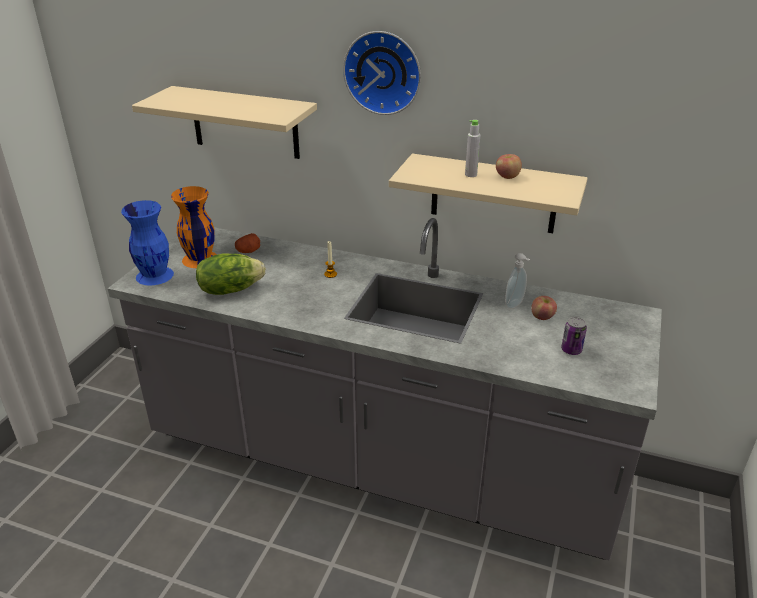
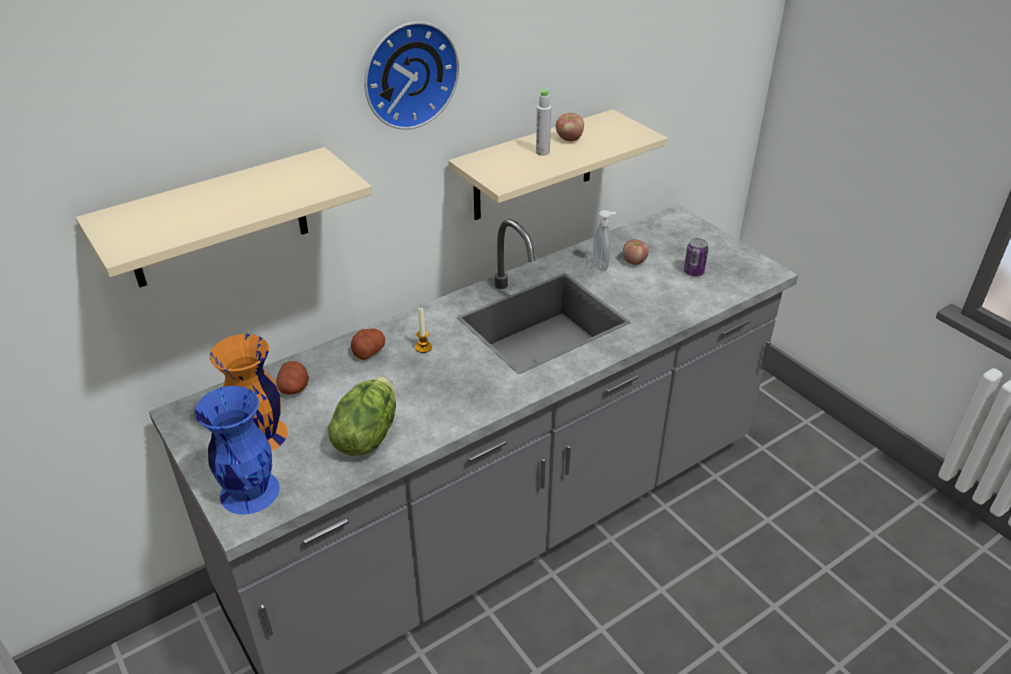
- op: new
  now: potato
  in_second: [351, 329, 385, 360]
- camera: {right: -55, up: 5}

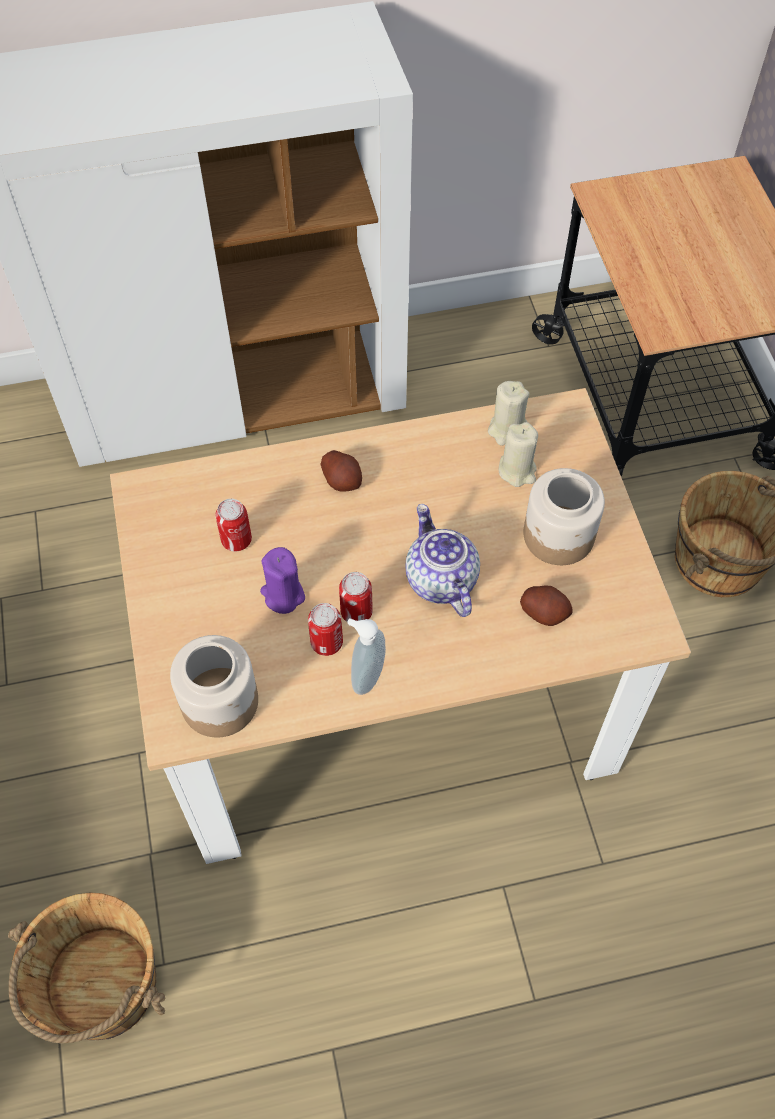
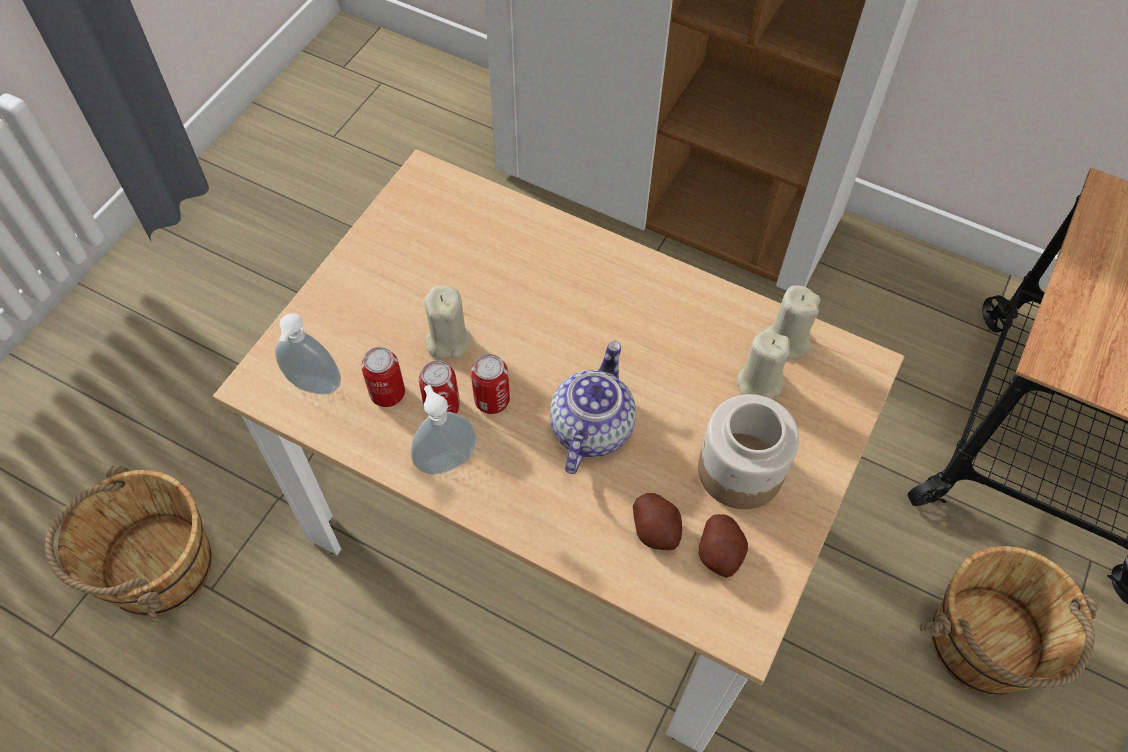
- op: swapped
  was: storage jar
  now: soap bottle
  in_first: [170, 635, 258, 737]
  in_second: [275, 313, 341, 395]
- op: shifted
  was: sealed can
  in_first: [215, 499, 252, 551]
  in_second: [361, 347, 405, 407]
- op: repainted
  was: purplish wax candle
  now: beige wax candle
  in_first: [260, 547, 305, 614]
  in_second: [424, 285, 471, 359]
- op: shifted
  was: potato
  in_first: [320, 450, 362, 492]
  in_second: [699, 514, 748, 578]
- camera: {right: 40, up: 0}

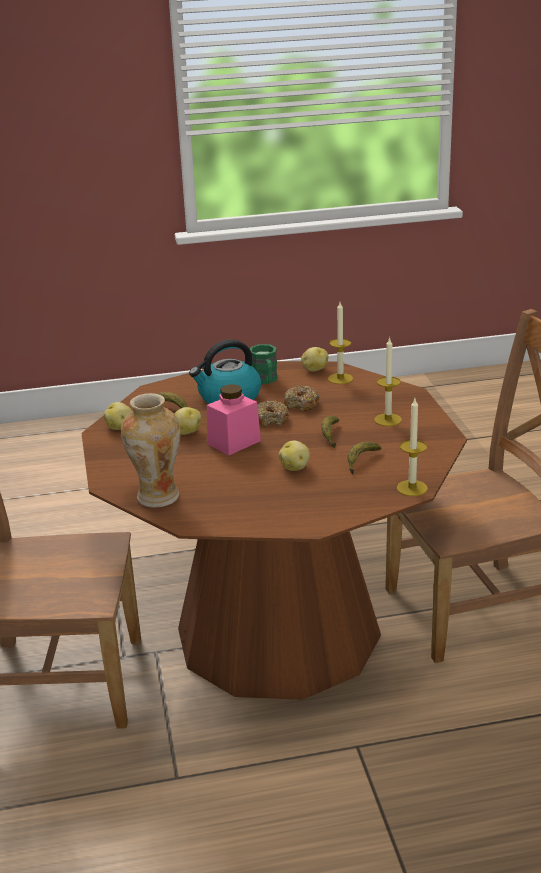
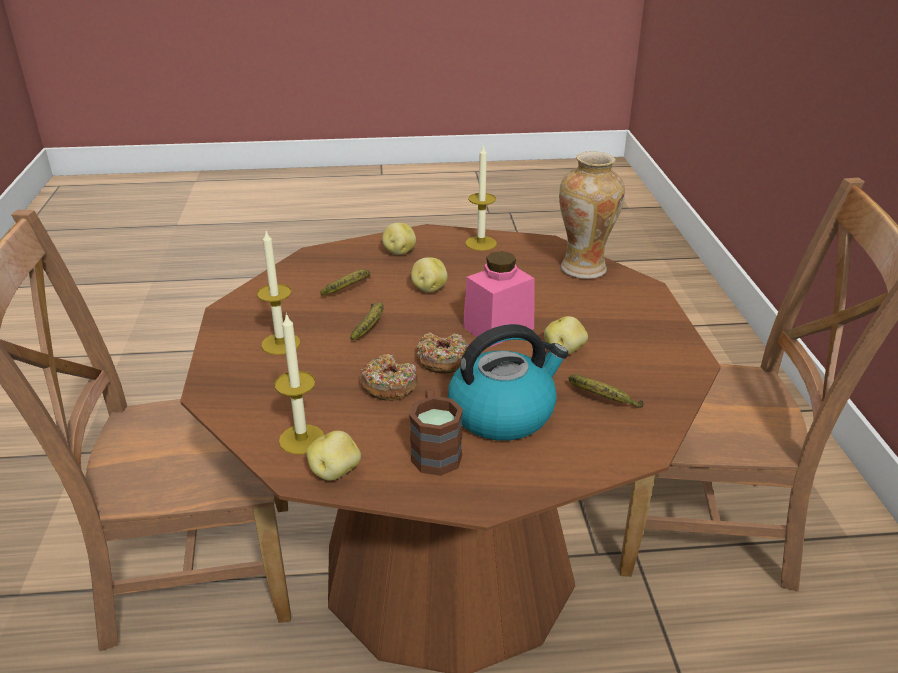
- op: shifted
  was: potato
  in_first: [104, 402, 132, 430]
  in_second: [382, 223, 416, 255]
- op: repainted
  was: green-coloured coffee mug
  now: brown coffee mug
  in_first: [250, 344, 278, 384]
  in_second: [409, 389, 463, 476]
- op: shifted
  was: wax candle
  in_first: [397, 399, 428, 496]
  in_second: [465, 144, 497, 251]
- camera: {right: -175, up: 5}

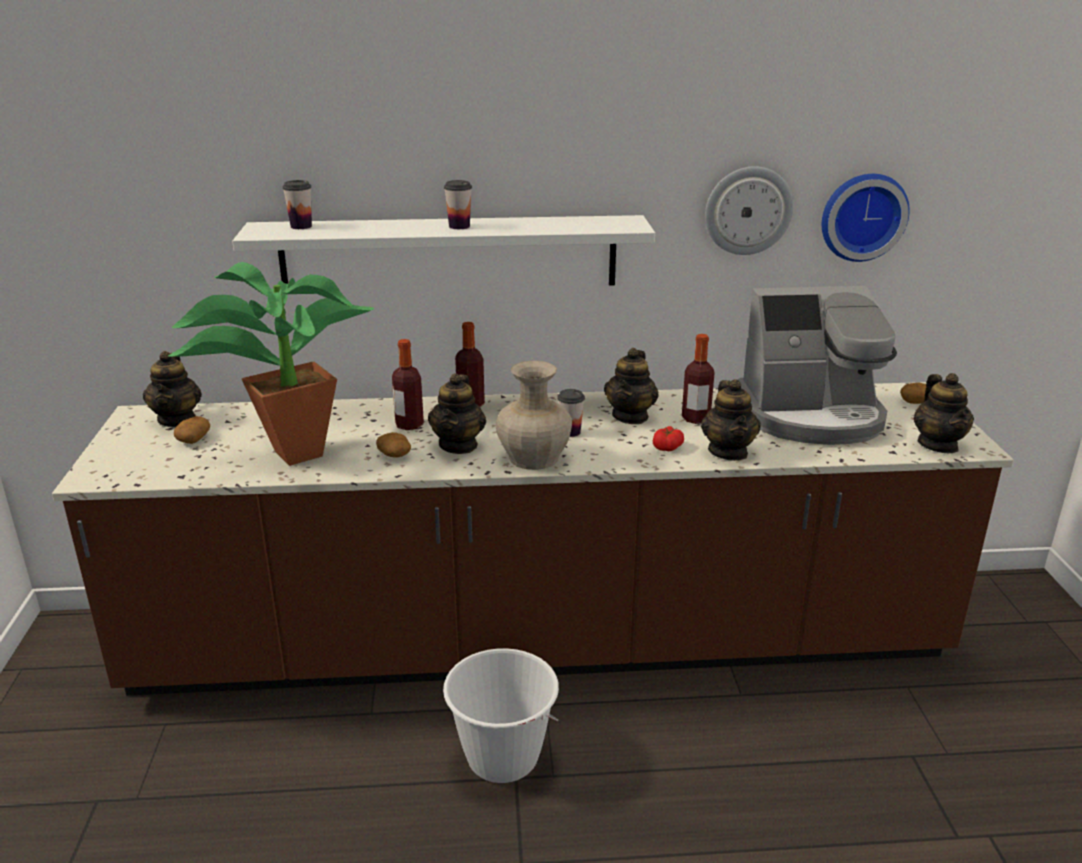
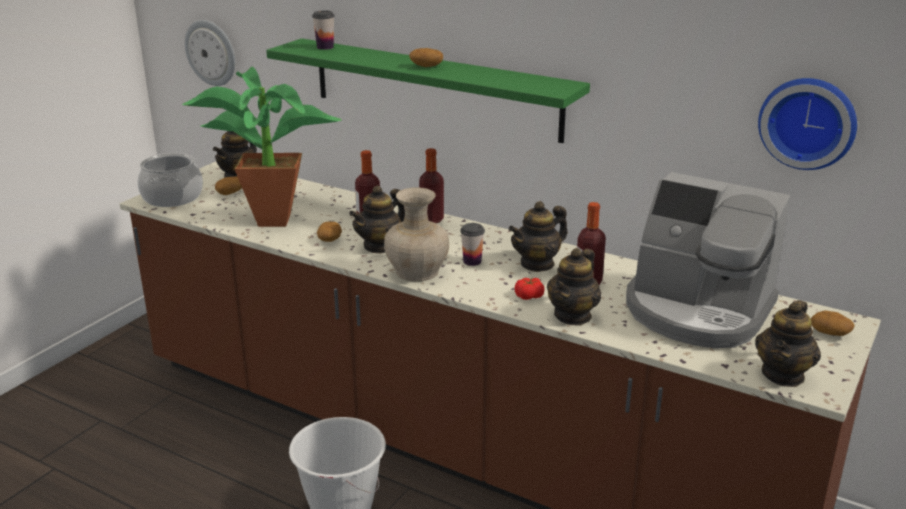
- op: new
  now: cooking pot
  in_second: [137, 153, 203, 207]
- op: shifted
  was: clock on the wall
  in_first: [705, 166, 793, 255]
  in_second: [185, 20, 235, 86]
- op: repainted
  was: white-coloured shelf
  now: green-coloured shelf
  in_first: [232, 215, 655, 285]
  in_second: [266, 38, 590, 143]
- op: swapped
  was: drinking cup
  now: potato
  in_first: [444, 180, 472, 229]
  in_second: [409, 48, 443, 67]
- camera: {right: 35, up: 0}

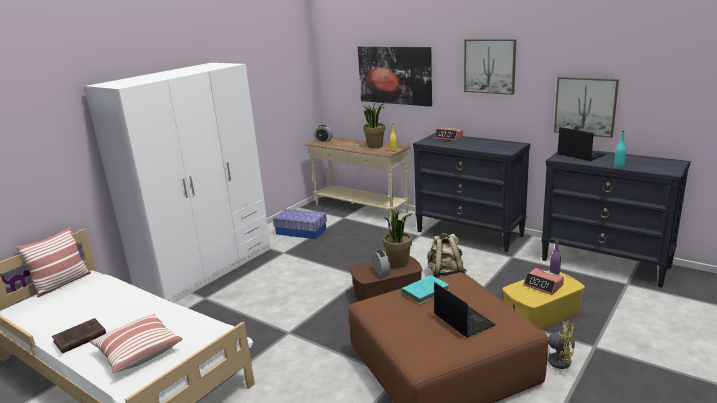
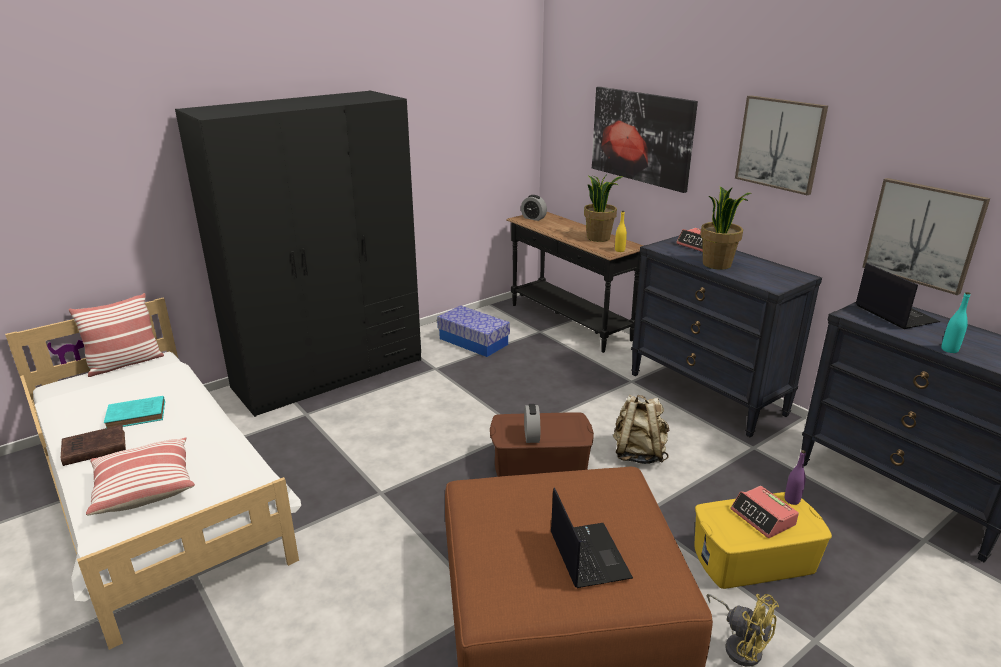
- op: shifted
  was: turquoise bound book
  in_first: [401, 275, 449, 304]
  in_second: [104, 396, 165, 428]
- op: repainted
  was: white-coloured armoire
  now: black armoire
  in_first: [84, 63, 270, 303]
  in_second: [175, 91, 421, 417]
- op: repainted
  was: beige hall table
  now: black hall table
  in_first: [305, 137, 410, 221]
  in_second: [506, 212, 643, 353]
- op: shifted
  was: houseplant
  in_first: [383, 208, 412, 268]
  in_second: [700, 186, 751, 270]
- camera: {right: 15, up: 5}

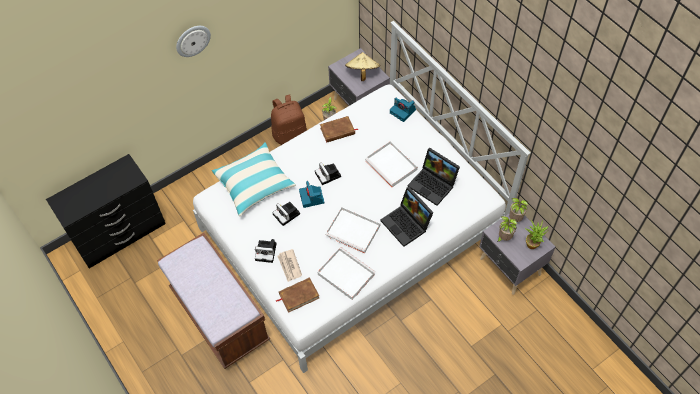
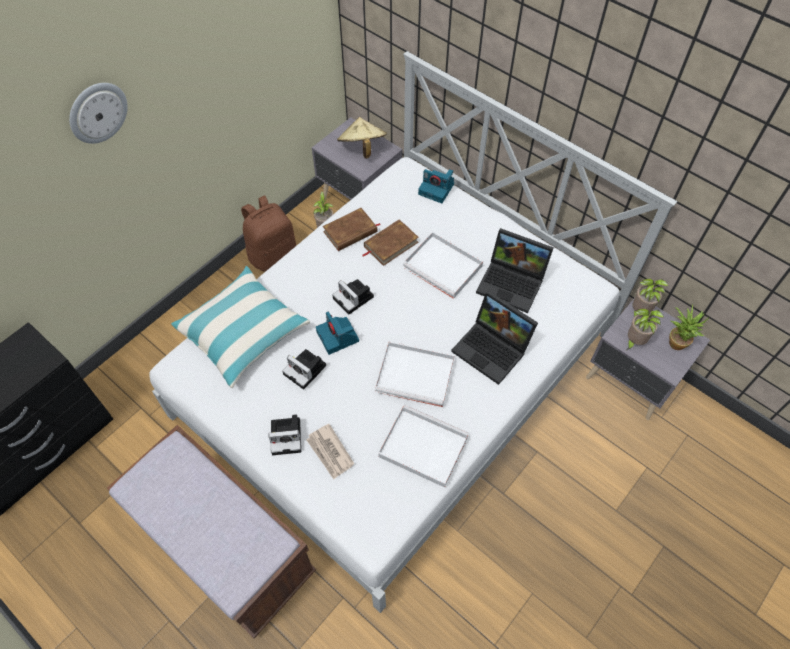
- op: shifted
  was: brown bound book
  in_first: [275, 277, 319, 313]
  in_second: [362, 219, 419, 266]
- camera: {right: -15, up: 0}

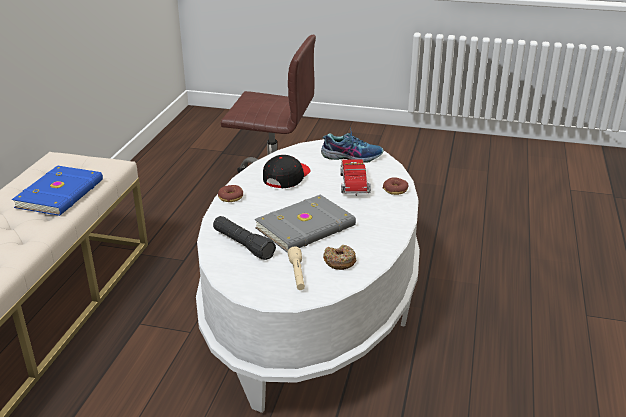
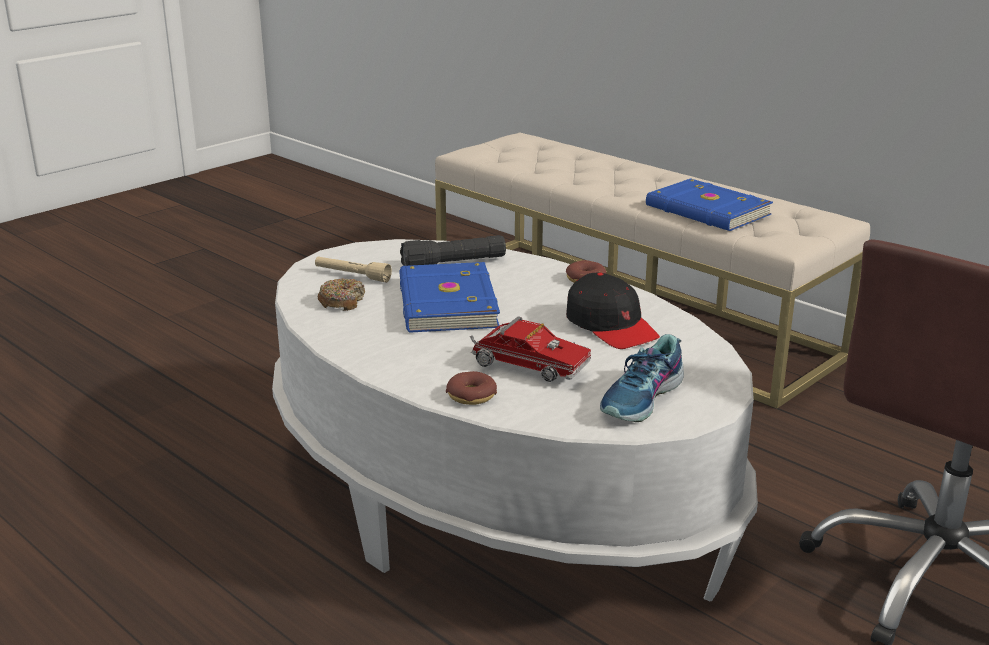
- op: repainted
  was: grey bound book
  now: blue bound book
  in_first: [255, 195, 356, 253]
  in_second: [399, 262, 500, 333]
- camera: {right: 120, up: -5}

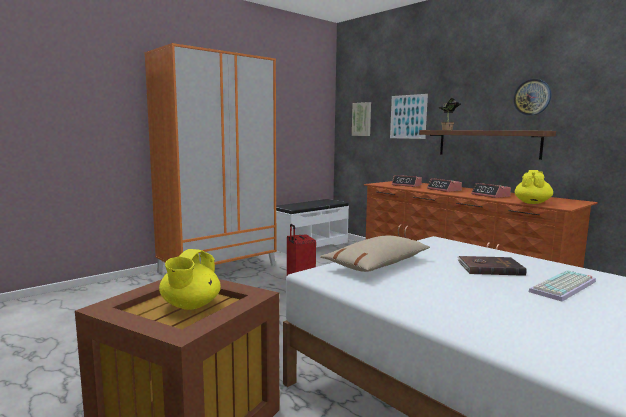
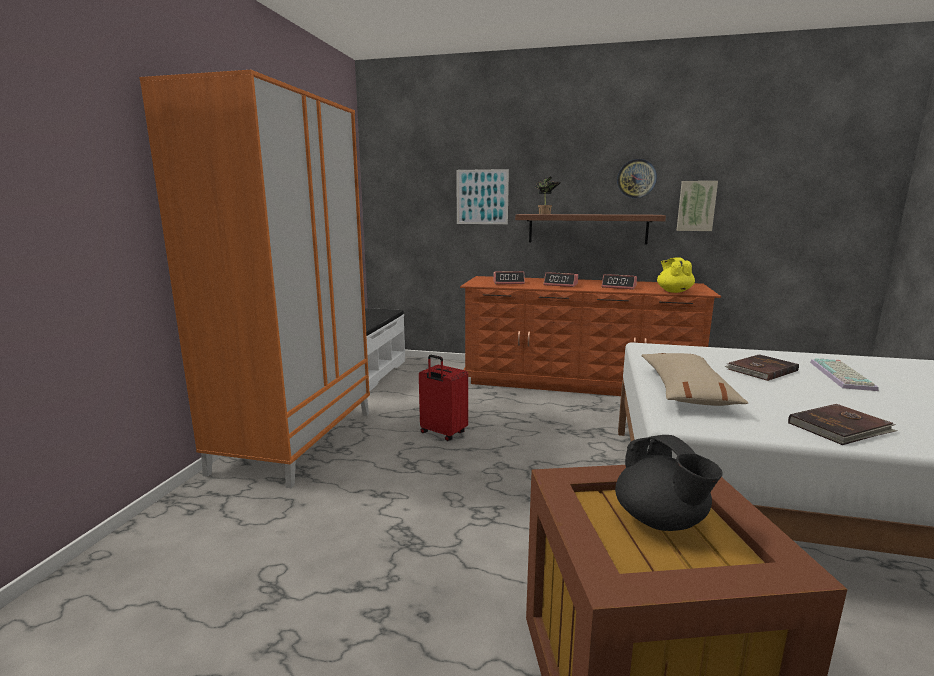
- op: repainted
  was: yellowish pot for tea
  now: black pot for tea
  in_first: [159, 249, 221, 310]
  in_second: [615, 435, 723, 531]
- op: shifted
  was: picture
  in_first: [352, 102, 371, 136]
  in_second: [676, 181, 718, 231]
- op: new
  now: brown bound book
  in_second: [788, 404, 898, 445]
- camera: {right: -35, up: 5}

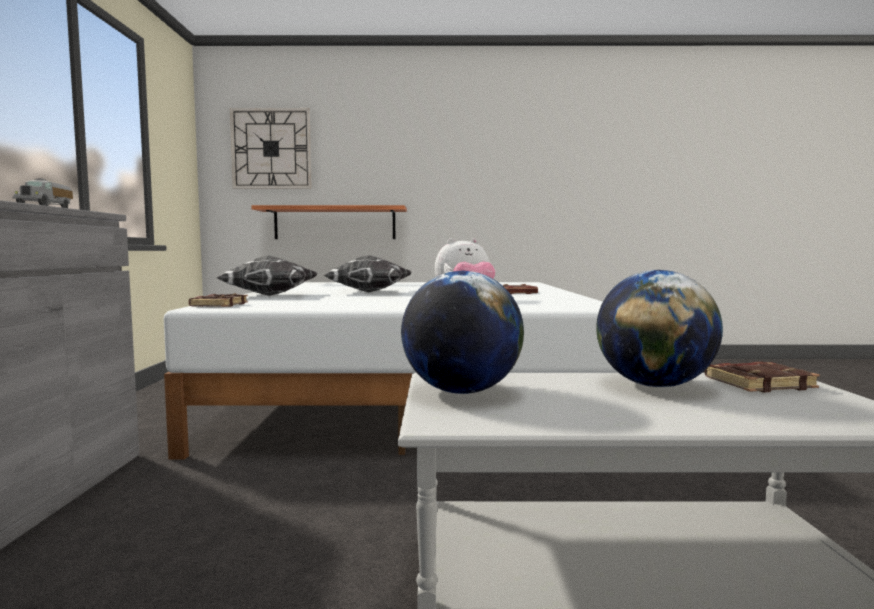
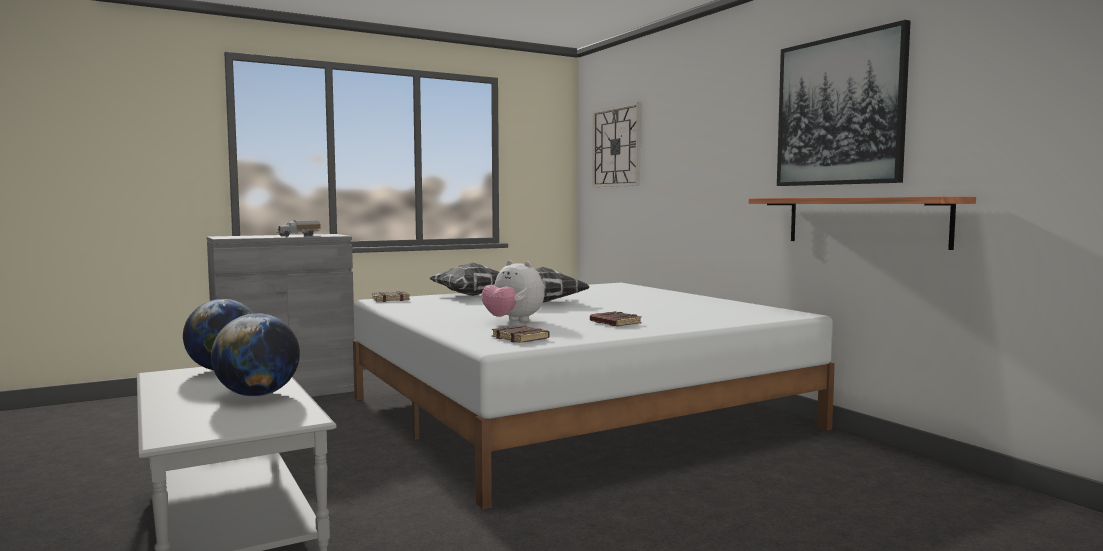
- op: shifted
  was: brown bound book
  in_first: [705, 362, 820, 393]
  in_second: [492, 325, 550, 343]
- op: shifted
  was: shelf
  in_first: [252, 205, 407, 239]
  in_second: [749, 197, 976, 250]
- op: new
  now: picture
  in_second: [777, 20, 911, 186]
- camera: {right: 60, up: 0}

